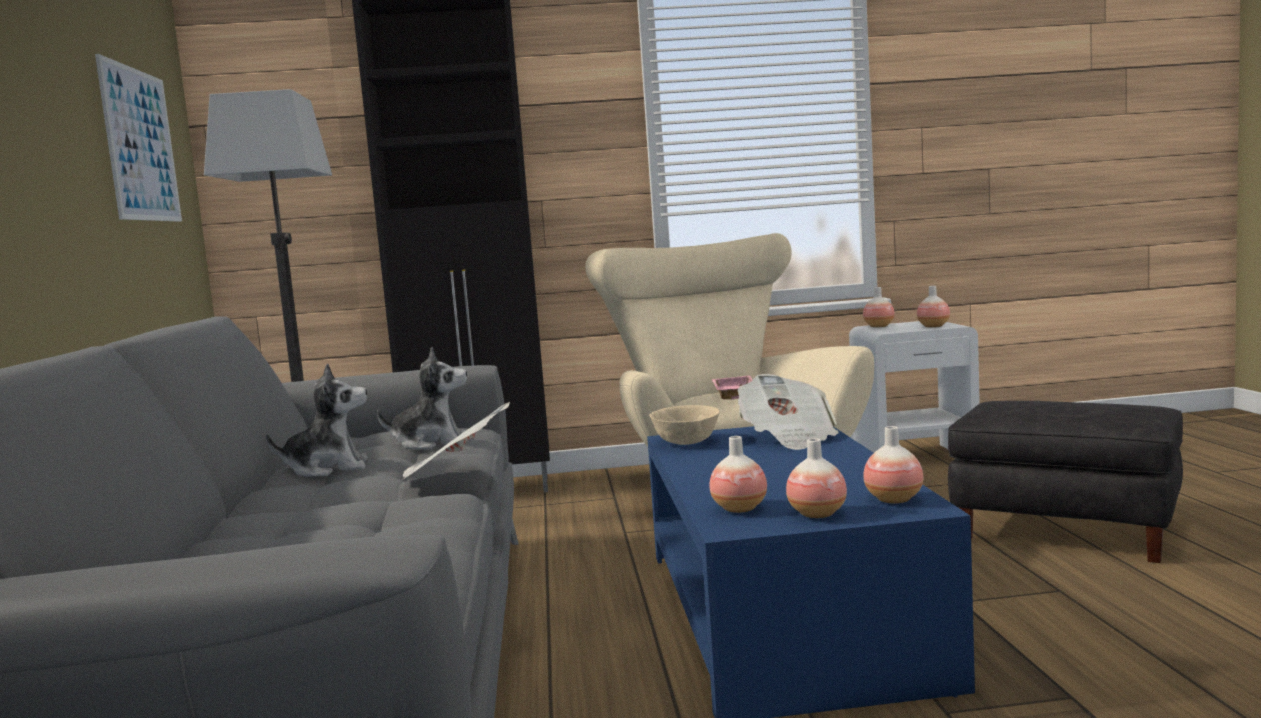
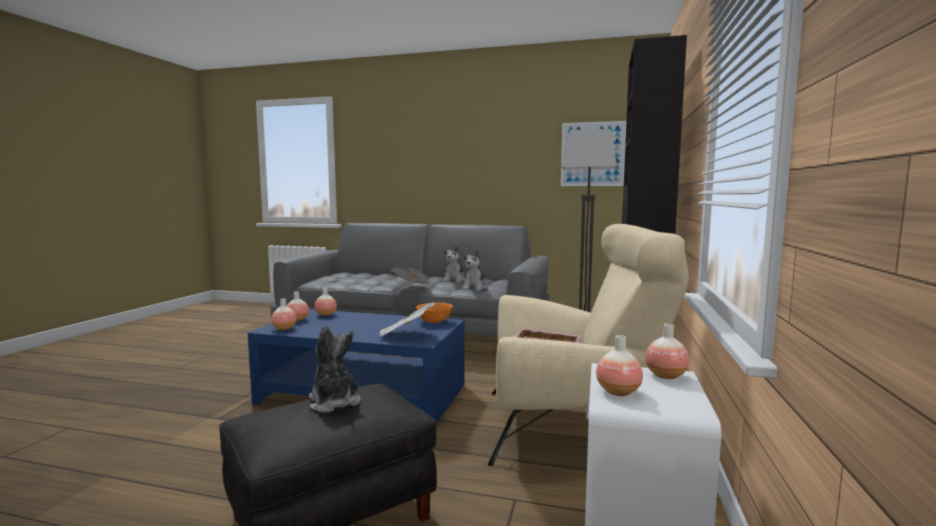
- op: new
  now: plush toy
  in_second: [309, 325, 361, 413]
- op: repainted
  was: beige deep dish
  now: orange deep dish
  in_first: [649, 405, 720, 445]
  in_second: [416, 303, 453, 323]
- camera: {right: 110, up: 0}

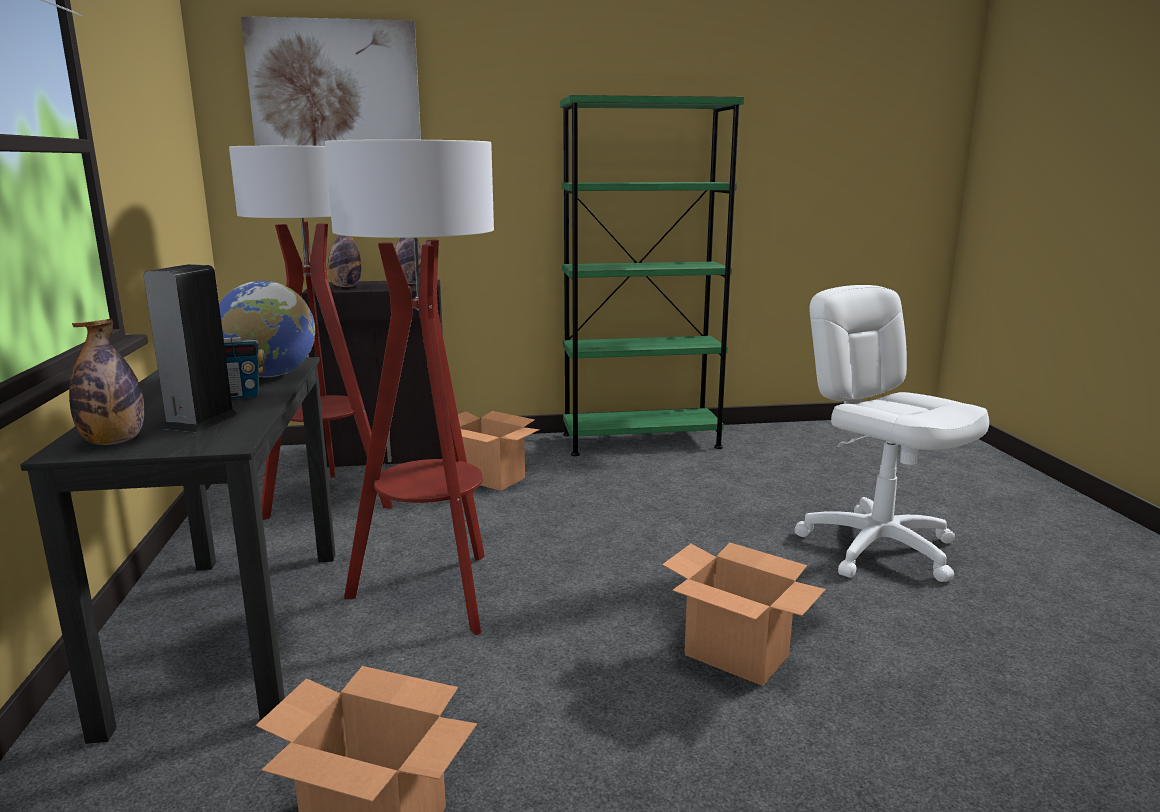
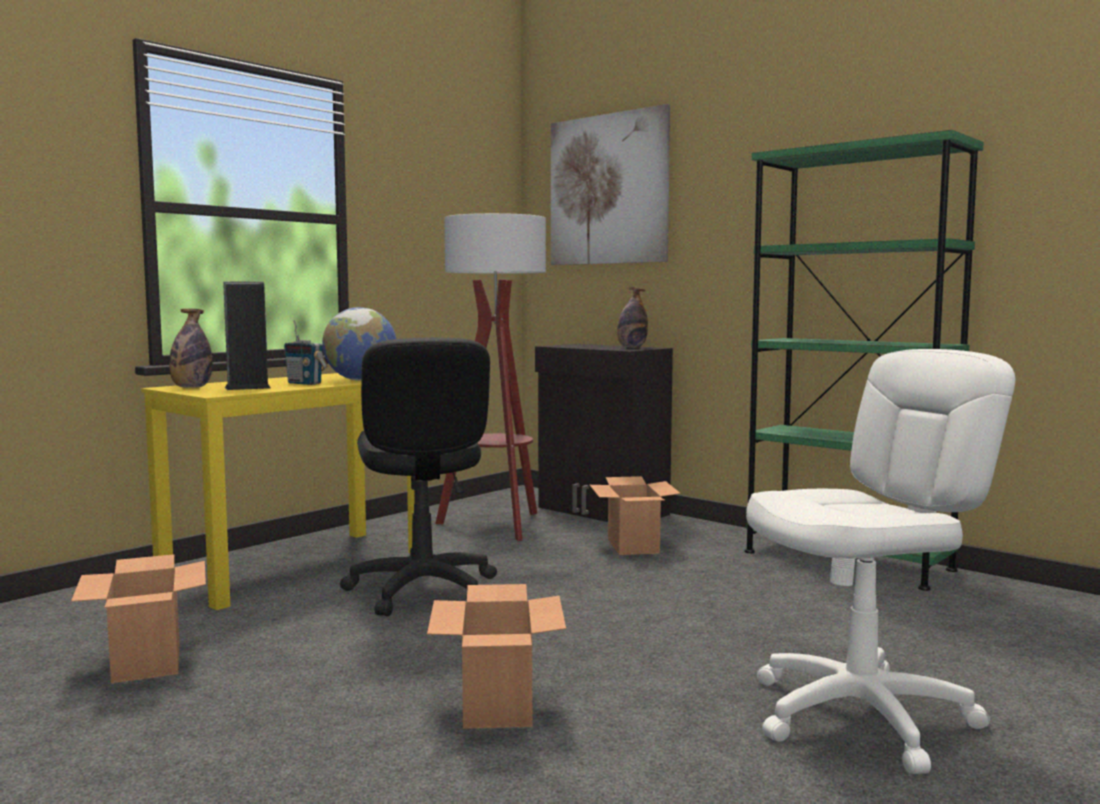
- op: repainted
  was: black desk table
  now: yellowish desk table
  in_first: [20, 357, 336, 744]
  in_second: [141, 373, 415, 610]
- op: swapped
  was: standard lamp
  now: black office chair
  in_first: [325, 139, 494, 635]
  in_second: [340, 338, 497, 616]
- op: rotated
  was: white-coloured office chair
  in_first: [794, 285, 989, 582]
  in_second: [746, 349, 1015, 774]
  clockwise: 45
- op: gone
  was: bottle
  in_first: [328, 235, 361, 287]
- camera: {right: 50, up: -10}

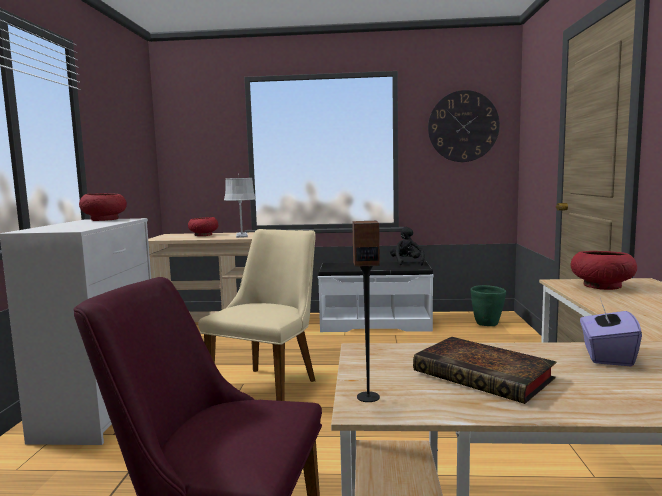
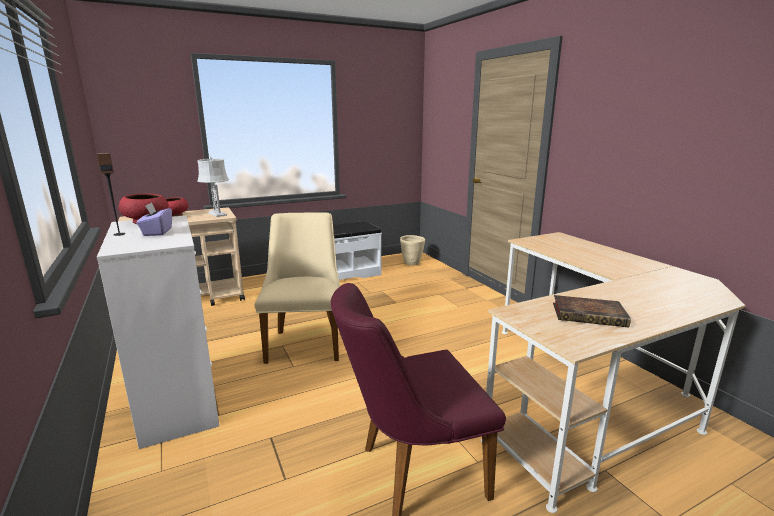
- op: shifted
  was: audio speaker
  in_first: [352, 221, 380, 402]
  in_second: [97, 153, 125, 236]
- op: shifted
  was: purplish box of tissues
  in_first: [580, 298, 642, 366]
  in_second: [137, 202, 172, 236]
- op: repainted
  was: green-coloured planter
  now: beige planter
  in_first: [470, 285, 506, 326]
  in_second: [400, 235, 425, 265]
- op: gone
  was: black plush toy
  in_first: [390, 227, 425, 265]
- op: gone
  was: clock on the wall
  in_first: [428, 90, 500, 162]
- op: gone
  was: red-coloured deep dish
  in_first: [571, 251, 637, 290]
- camera: {right: -30, up: 10}

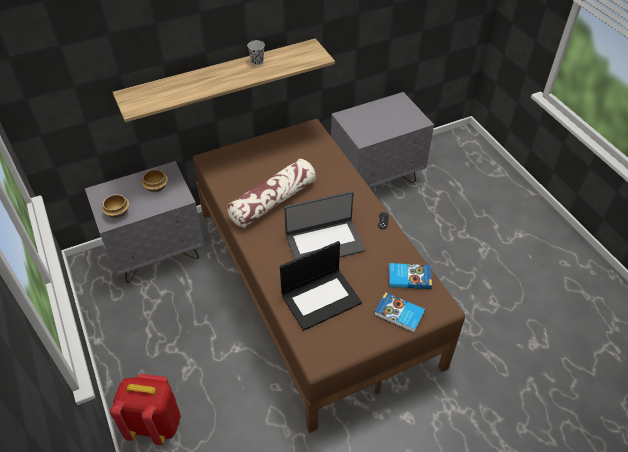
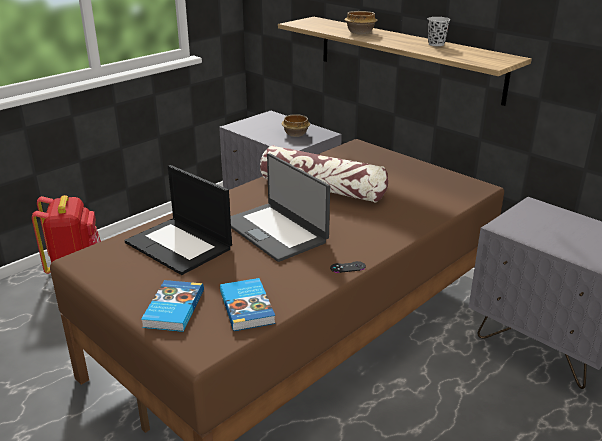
- op: shifted
  was: deep dish
  in_first: [102, 194, 129, 218]
  in_second: [344, 11, 377, 34]
- camera: {right: 70, up: -20}

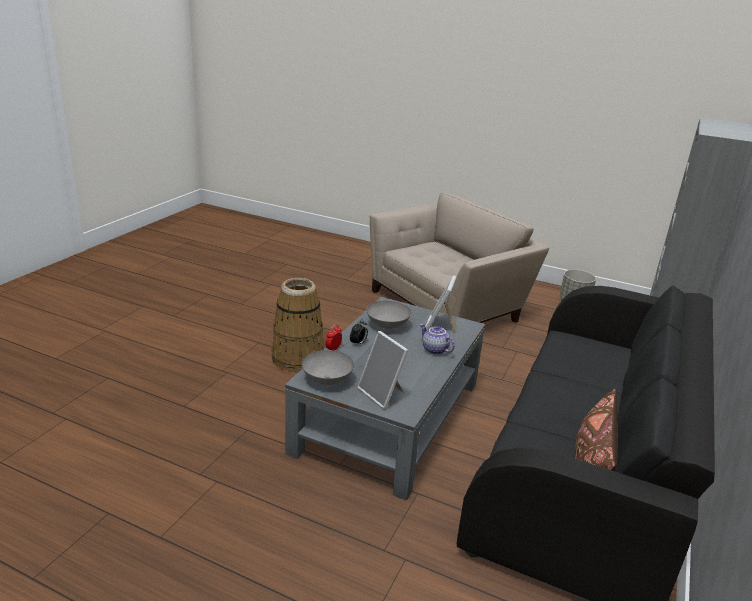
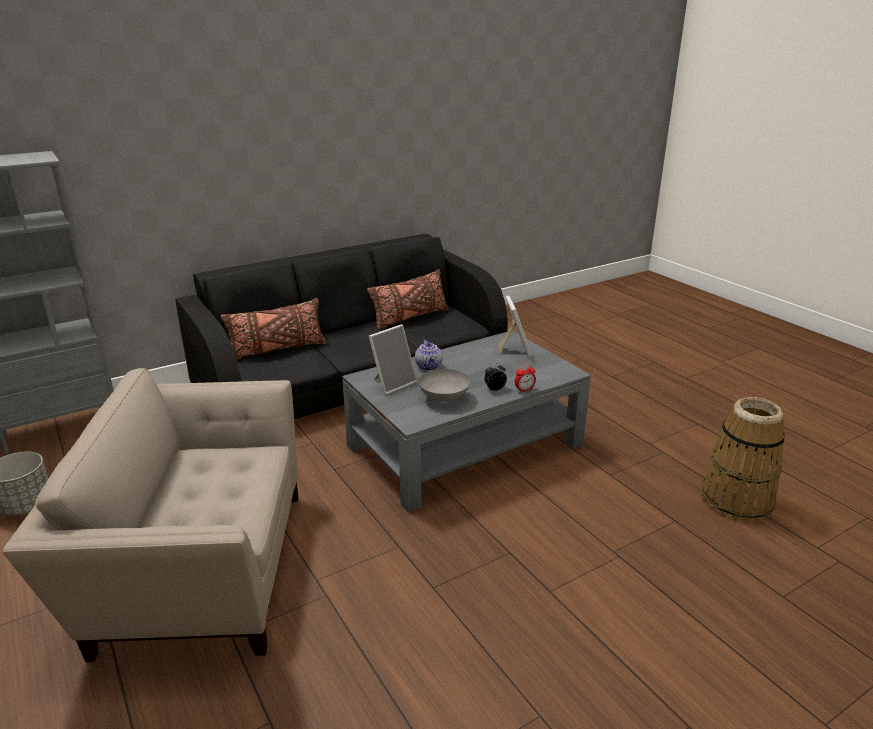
- op: new
  now: brown cushion
  in_second: [221, 298, 326, 360]
- op: shifted
  was: storage basket
  in_first: [272, 278, 324, 373]
  in_second: [701, 397, 785, 523]
- op: gone
  was: grey deep dish
  in_first: [302, 350, 354, 385]
- camera: {right: -145, up: 0}

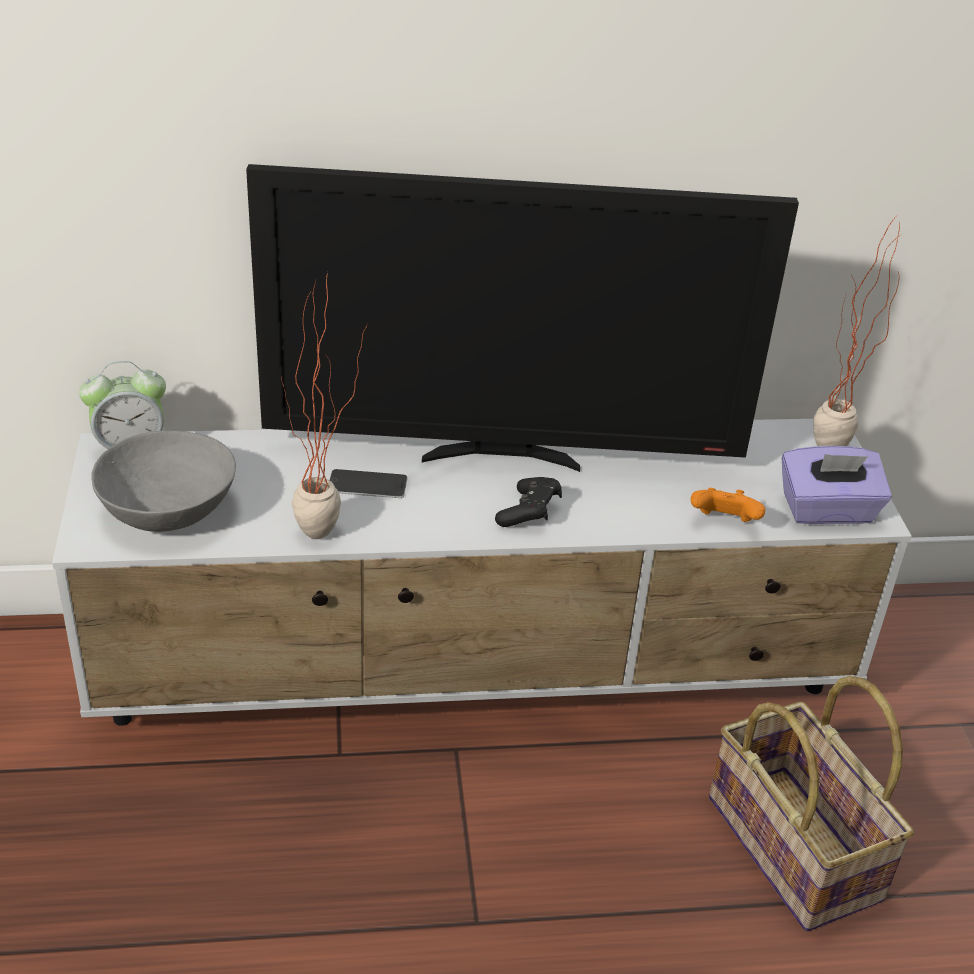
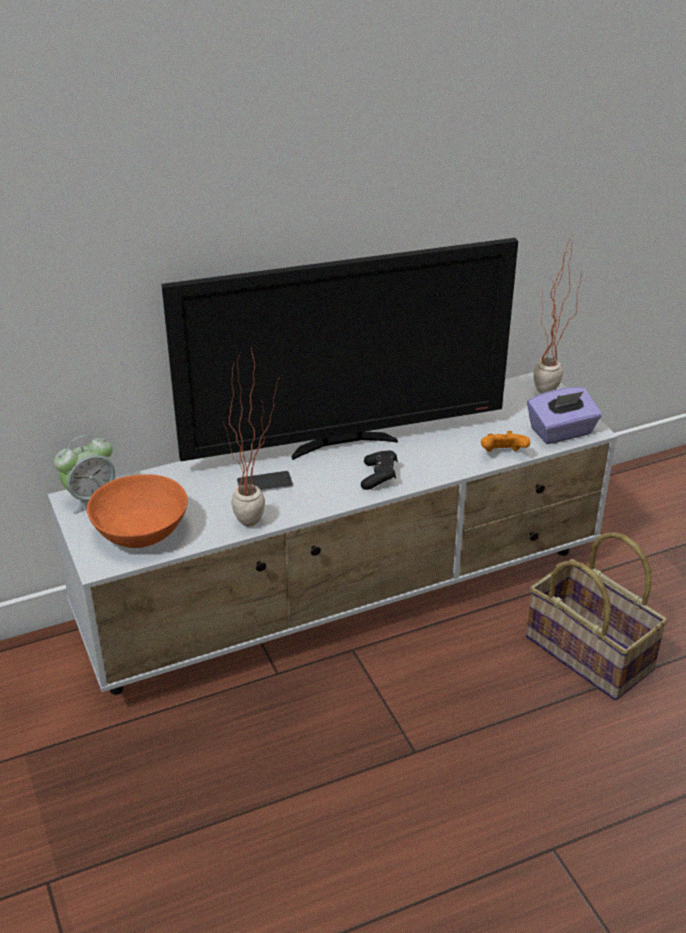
- op: repainted
  was: grey deep dish
  now: orange deep dish
  in_first: [91, 430, 236, 532]
  in_second: [87, 474, 188, 548]
- camera: {right: -15, up: 0}

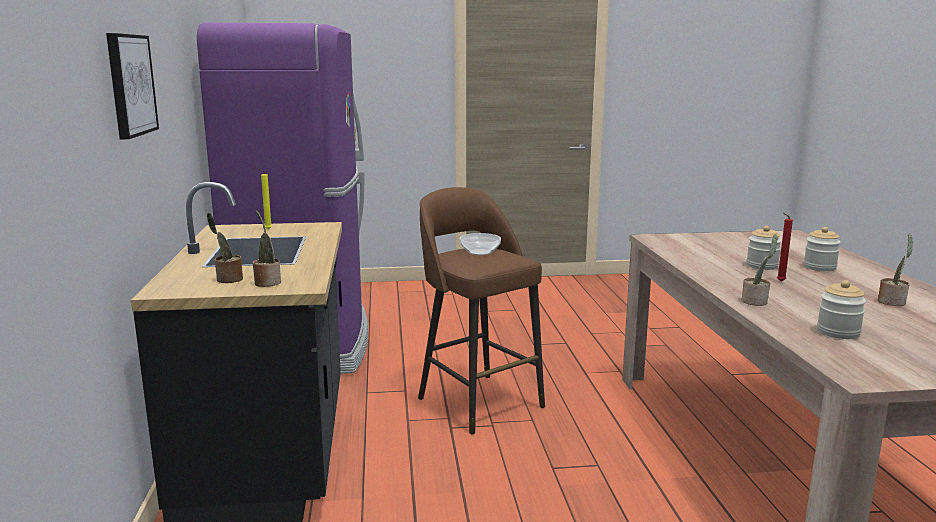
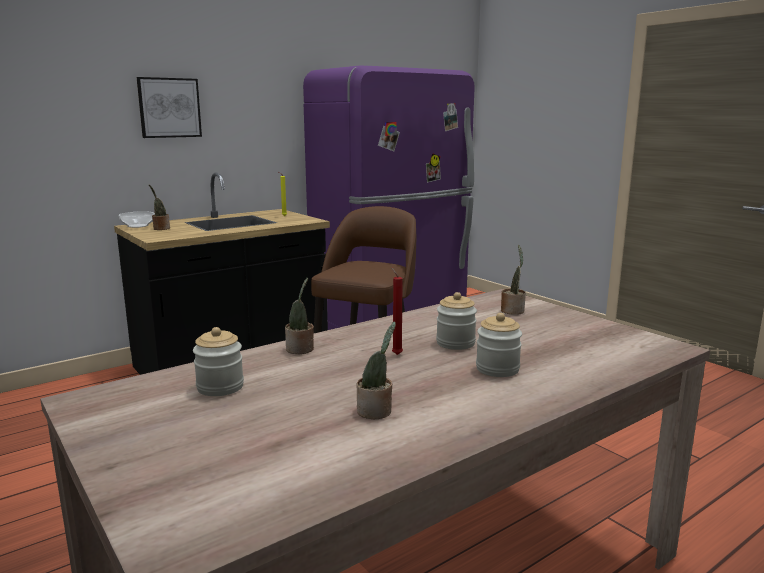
- op: shifted
  was: deep dish
  in_first: [460, 233, 501, 255]
  in_second: [119, 211, 155, 228]
- op: shifted
  was: houseplant
  in_first: [252, 210, 281, 287]
  in_second: [501, 245, 526, 315]
- camera: {right: 60, up: 0}

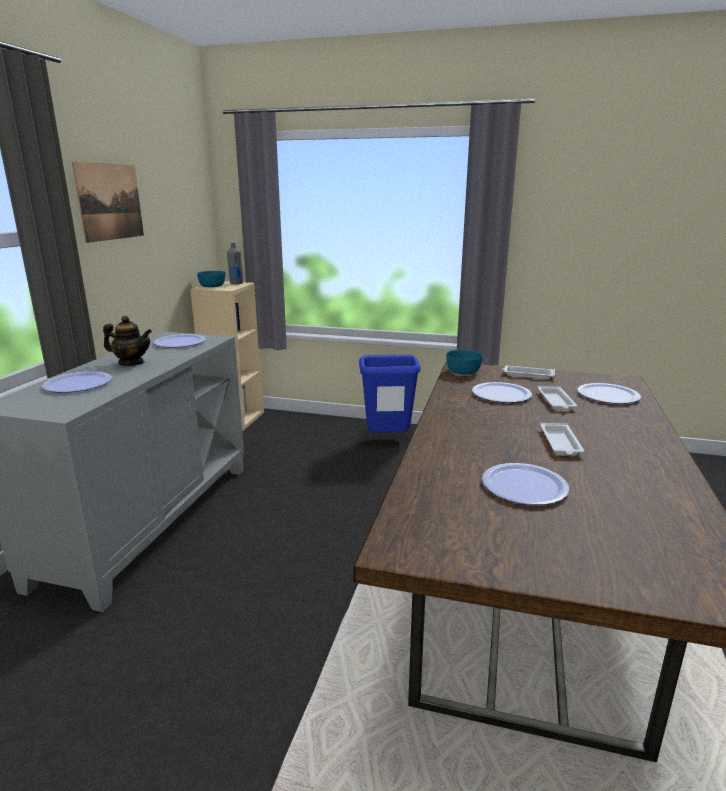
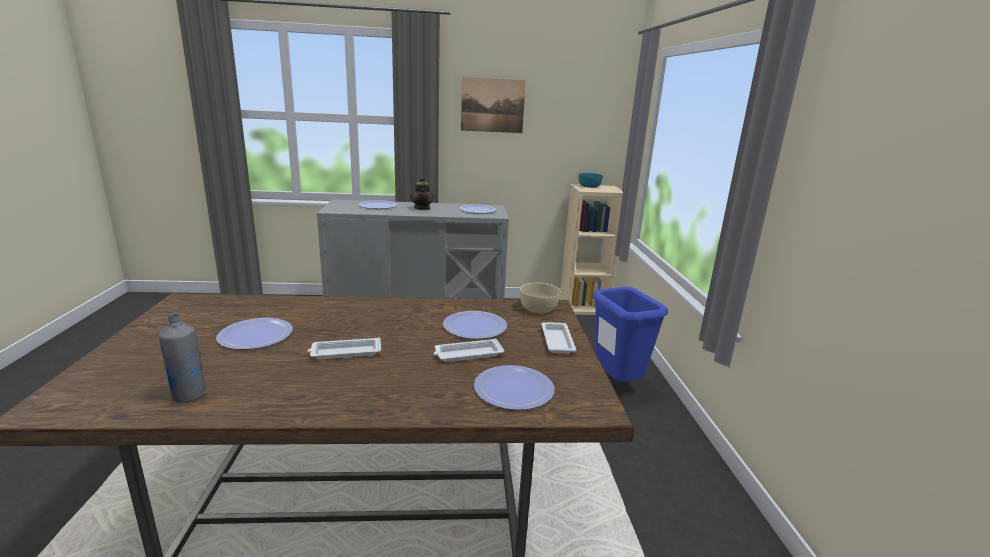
- op: shifted
  was: grey bottle
  in_first: [227, 243, 243, 284]
  in_second: [159, 313, 207, 403]
- op: repainted
  was: turquoise deep dish
  now: beige deep dish
  in_first: [446, 350, 483, 375]
  in_second: [520, 283, 561, 313]
- camera: {right: 70, up: 0}

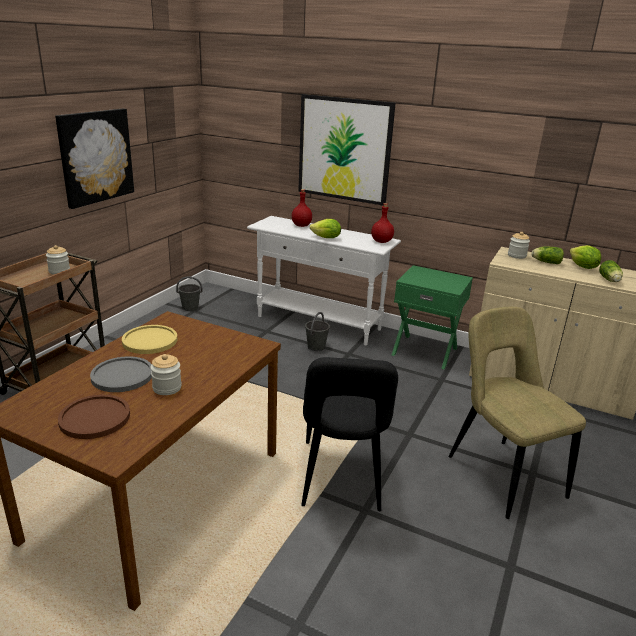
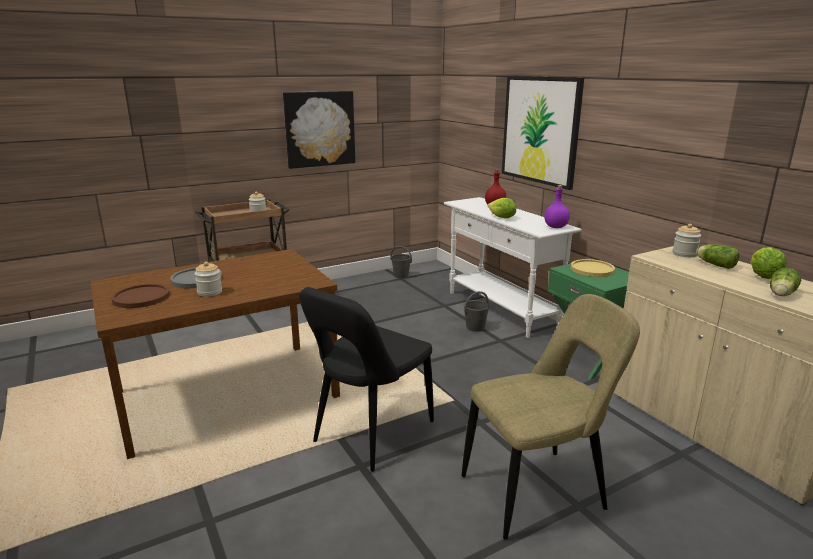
- op: rotated
  was: beige plain chair
  in_first: [448, 307, 586, 519]
  in_second: [462, 294, 640, 540]
  clockwise: 60
- op: repainted
  was: red-coloured bottle
  now: purplish bottle
  in_first: [371, 203, 394, 243]
  in_second: [544, 185, 570, 228]
- op: shifted
  was: yellowish flat dish
  in_first: [122, 325, 177, 354]
  in_second: [571, 259, 615, 277]
- camera: {right: 35, up: -5}

